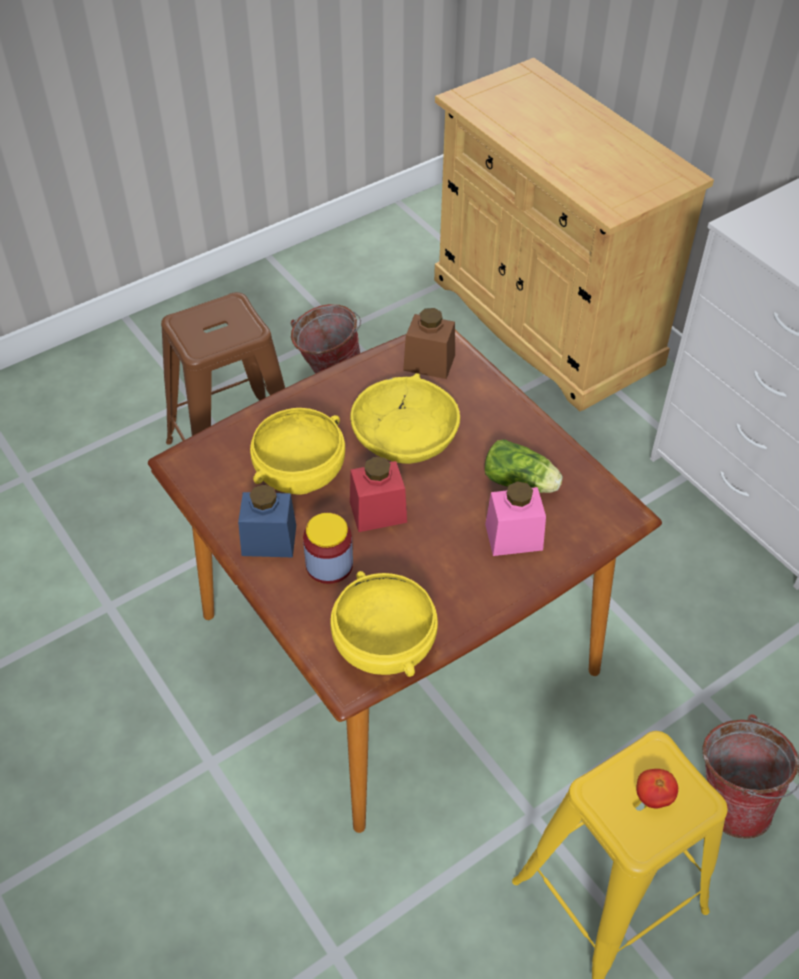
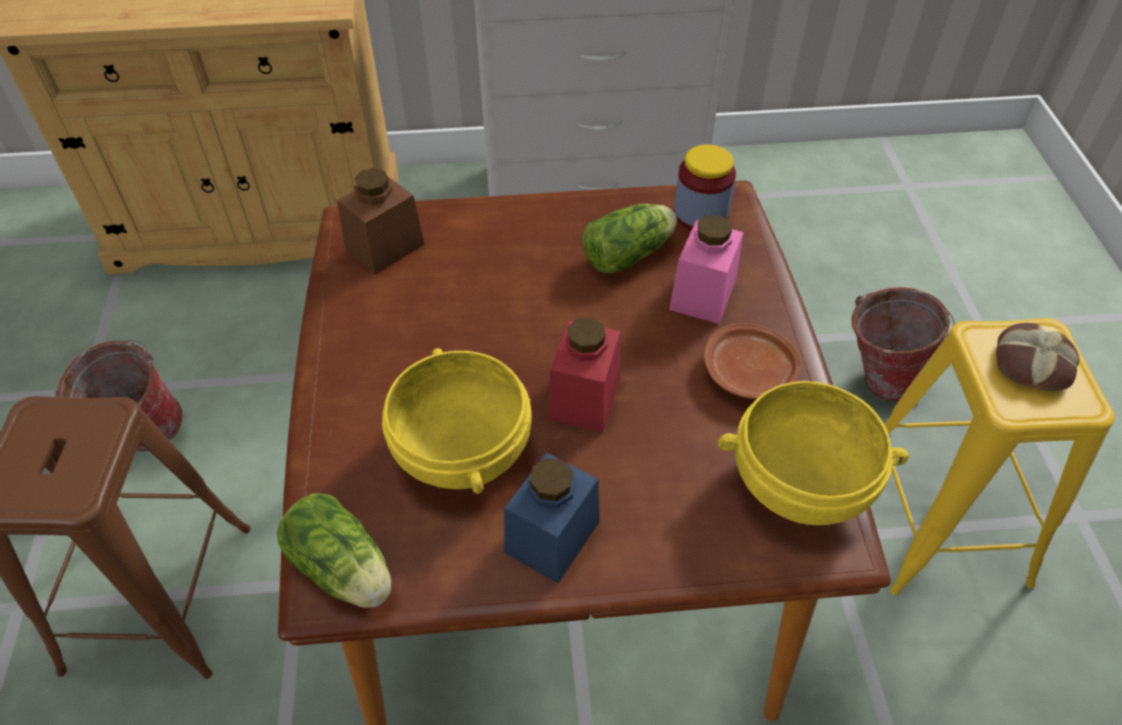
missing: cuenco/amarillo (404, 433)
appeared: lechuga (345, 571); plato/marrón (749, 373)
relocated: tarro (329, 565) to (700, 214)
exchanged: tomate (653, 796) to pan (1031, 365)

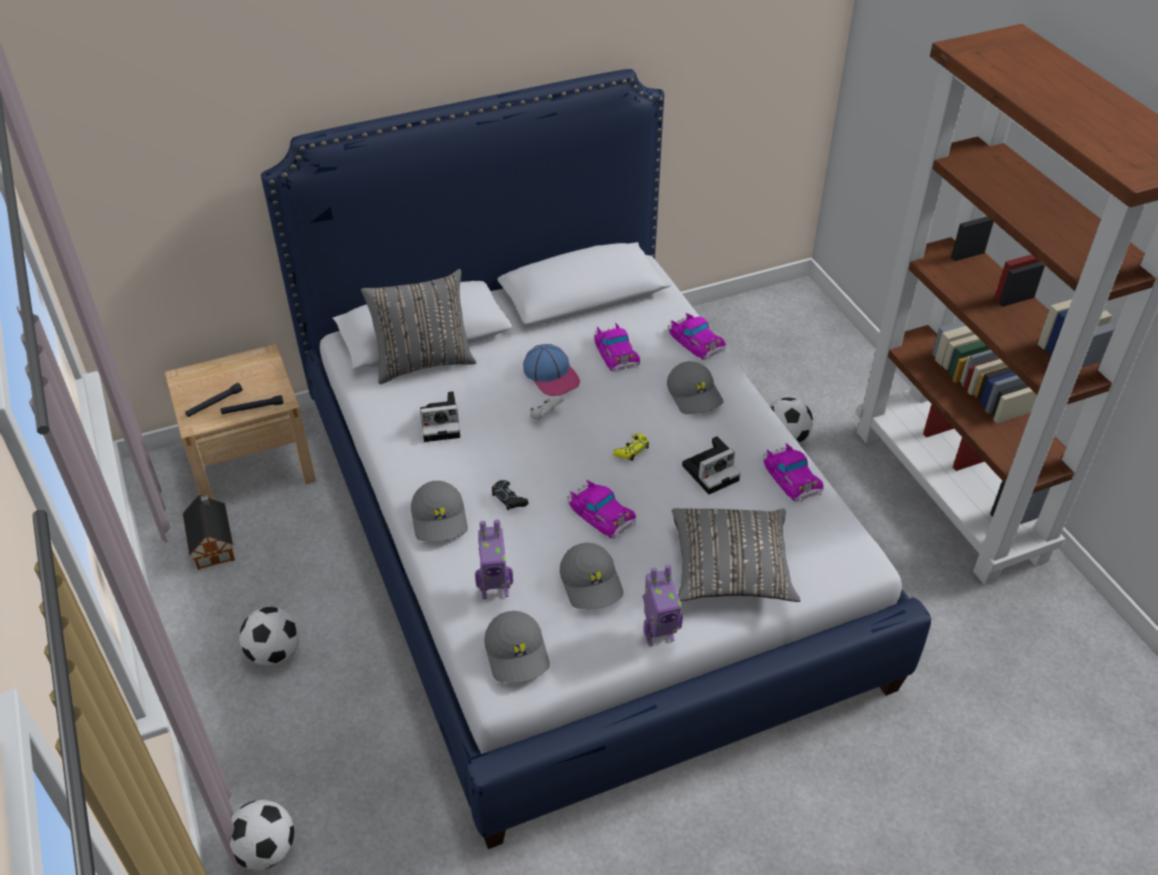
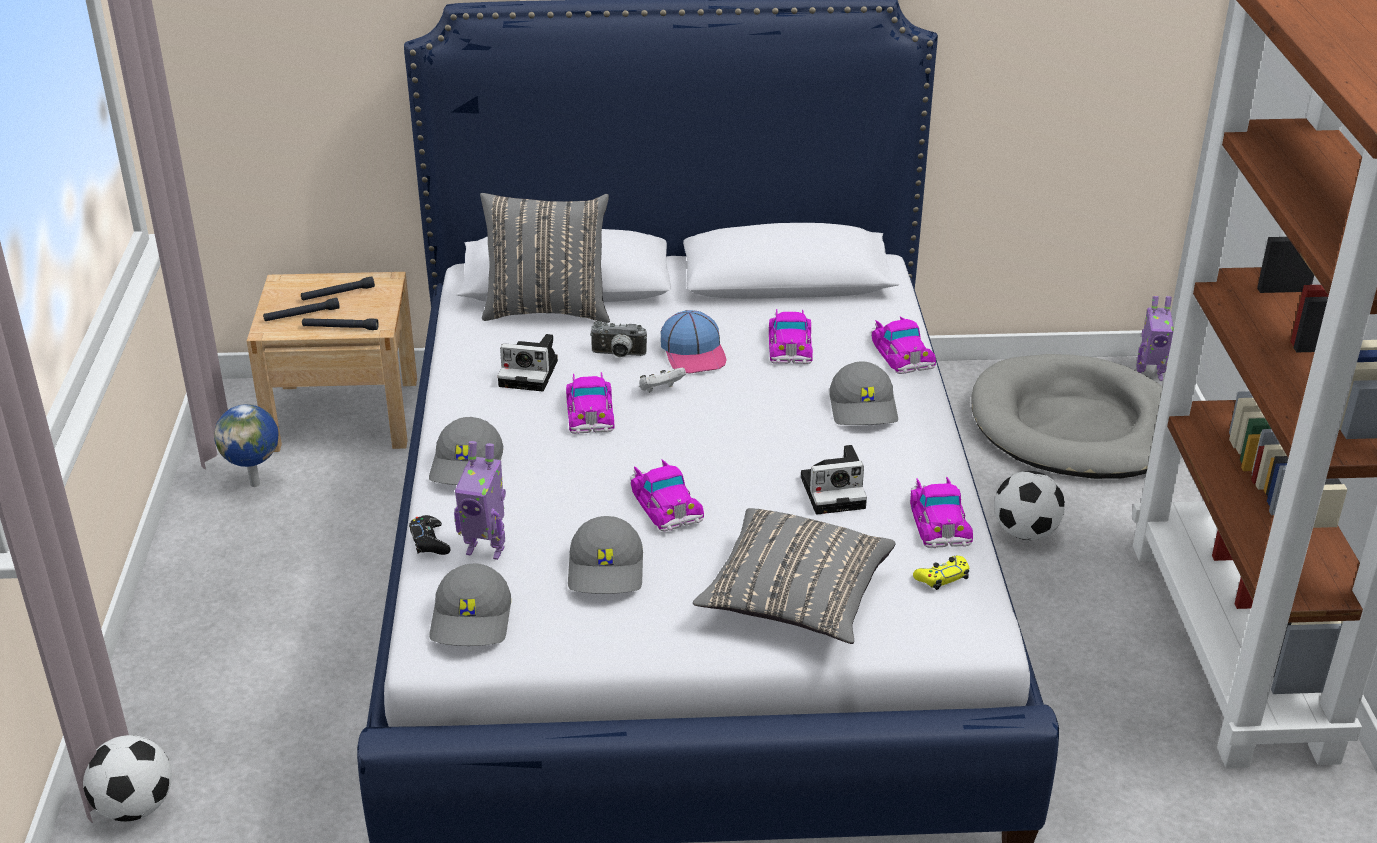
missing: balón de fútbol (274, 652)
appeared: linterna/negro (338, 294); coche de juguete (590, 410); cámara (618, 355); cama para perro/gris (1077, 426)
relocated: mando de consola/negro (509, 498) to (429, 541); mando de consola/amarillo (631, 450) to (942, 577); robot de juguete (658, 635) to (1149, 375)
exchanged: casita (213, 543) to globo terráqueo (256, 483)

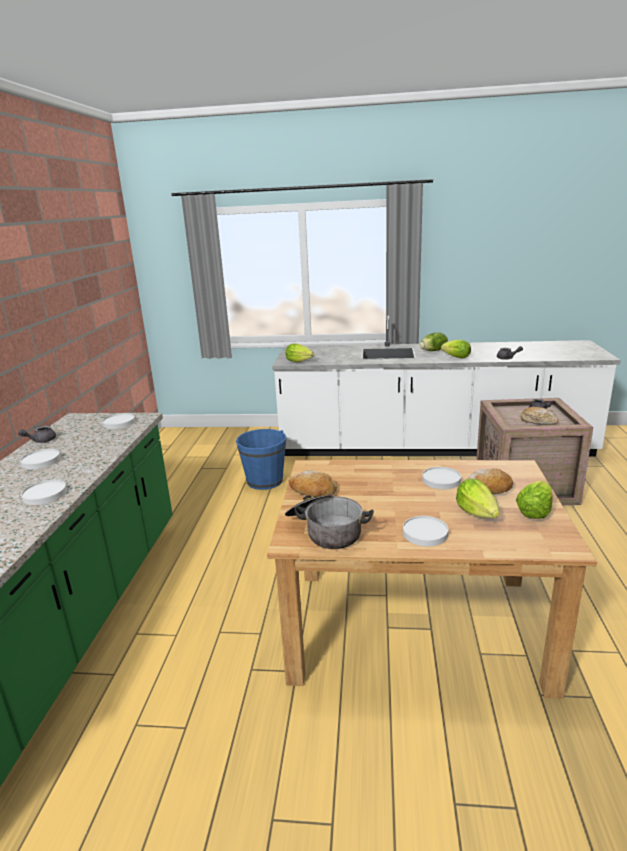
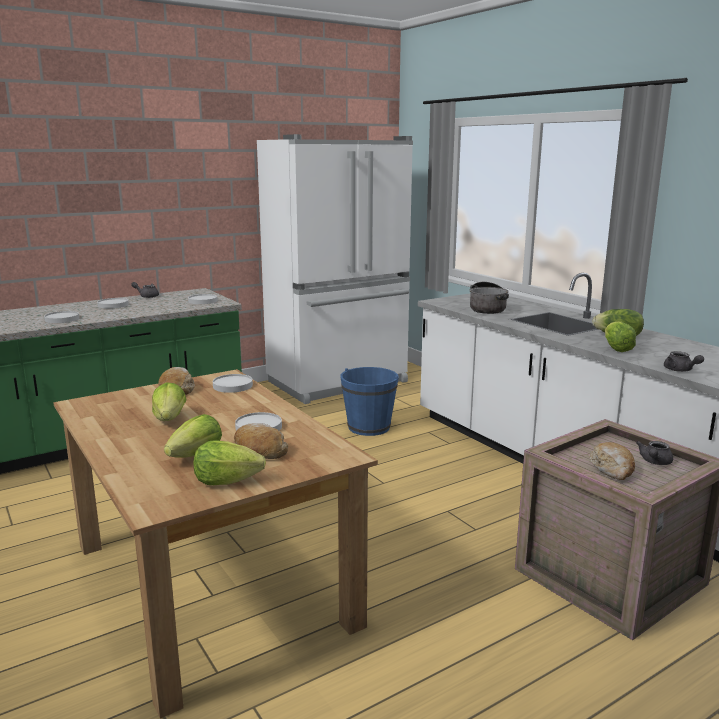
appeared: nevera/blanco (339, 382)
relocated: olla (326, 531) to (488, 308); lechuga (298, 361) to (170, 419); plato/blanco (425, 533) to (233, 386)

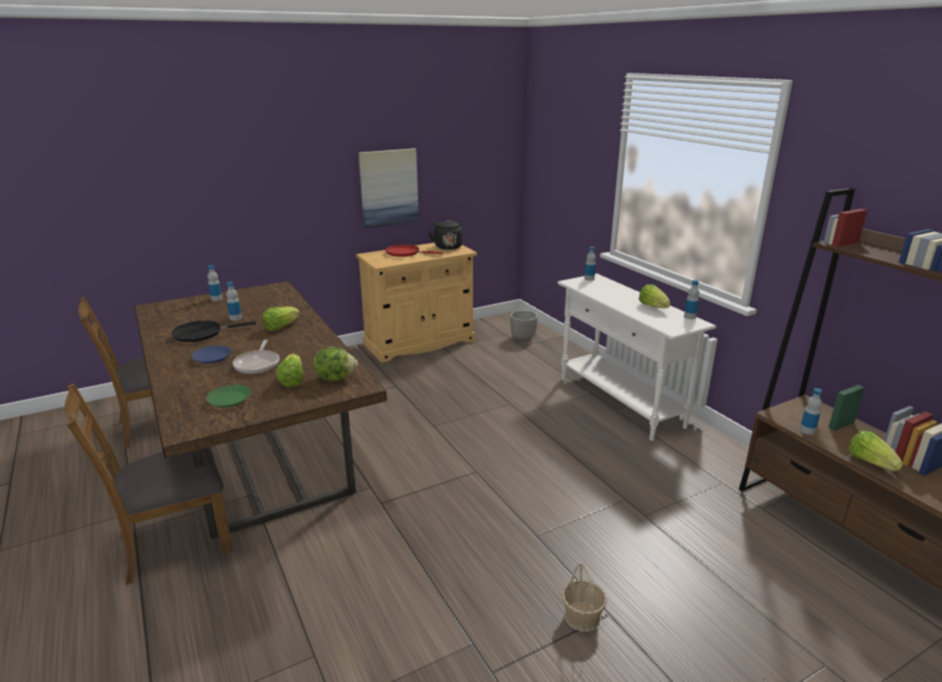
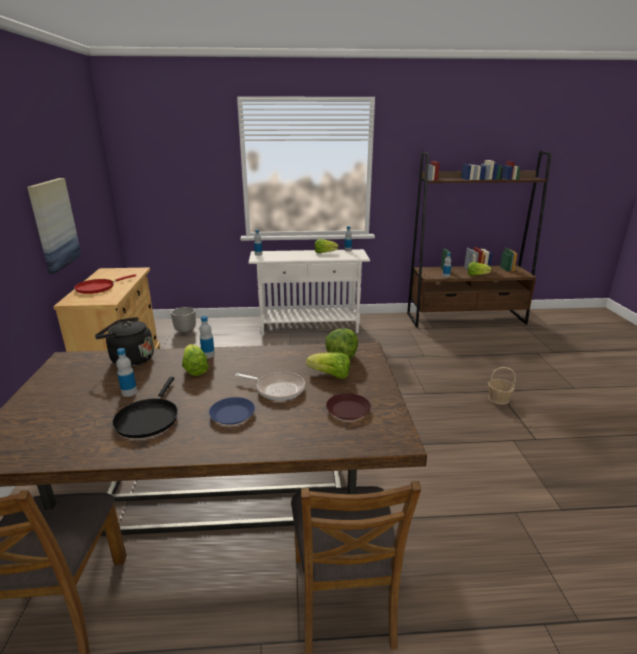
relocated: botella (216, 299) to (208, 355); hervidor/negro (447, 246) to (129, 359)
colour: plato/verde (230, 399) to plato/marrón (347, 410)

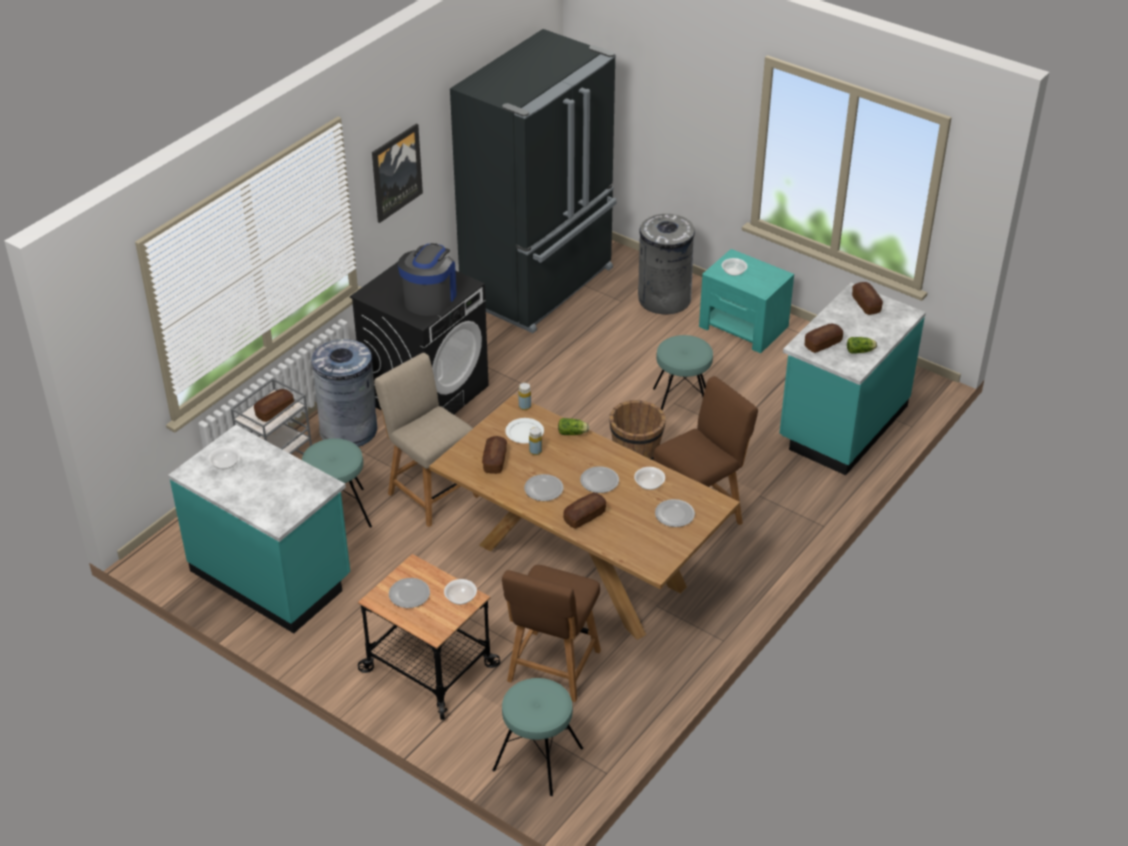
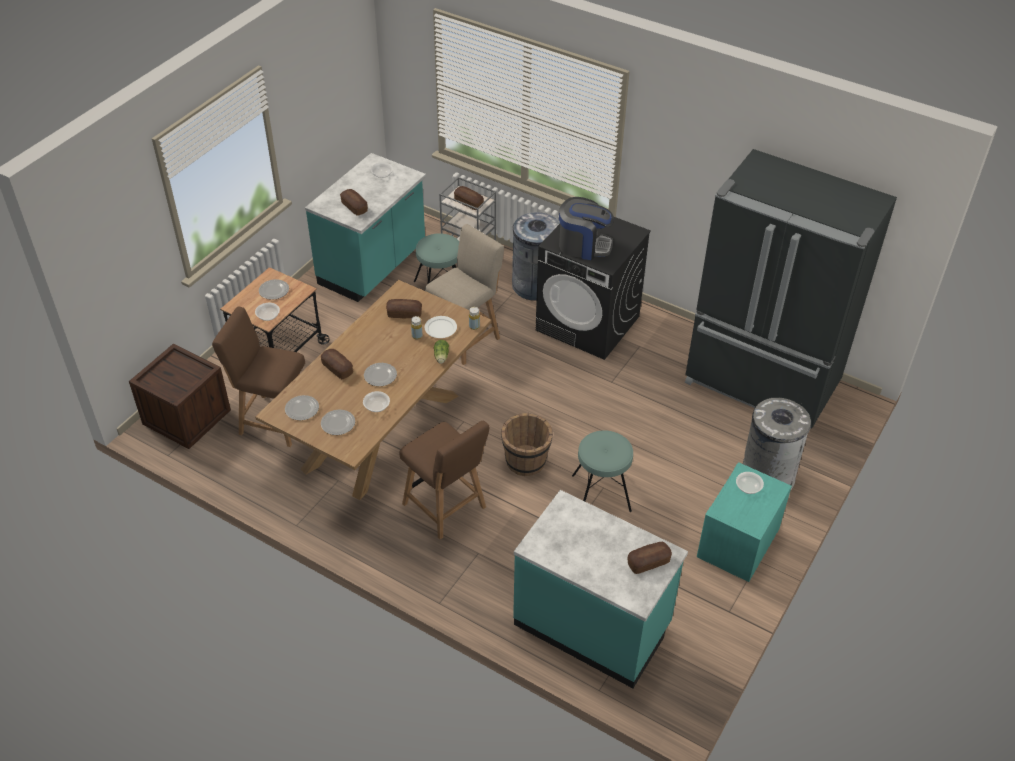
missing: cuadro (396, 172); lechuga (861, 351)
relocated: plato (543, 489) to (301, 408); pan (822, 344) to (354, 207)
exchanged: taburete/turquesa (538, 759) to caja de embalaje (187, 417)

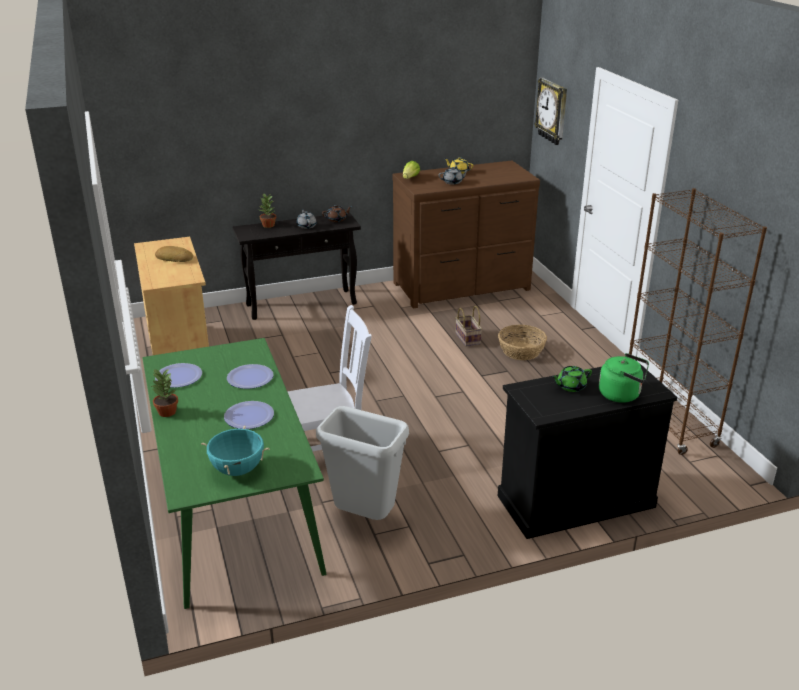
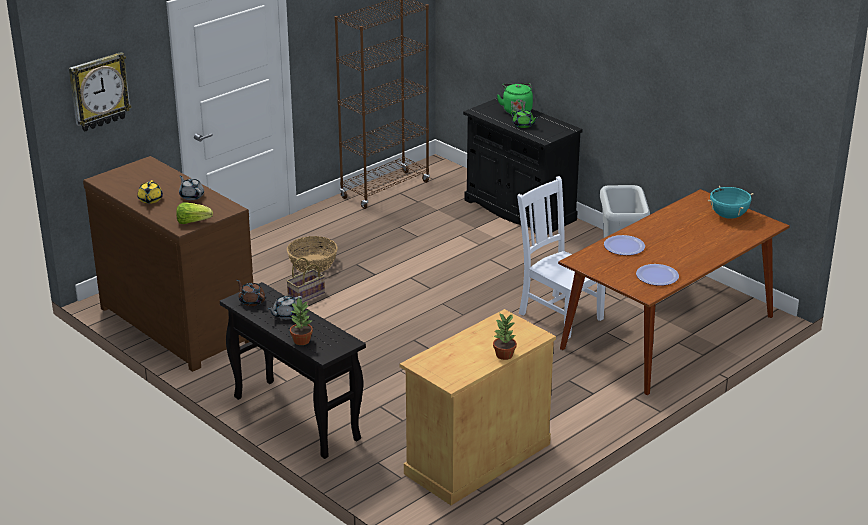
missing: pan (174, 258); plato (249, 416)
relocated: planta en maceta (166, 412) to (504, 355)
colour: mesa de comedor/verde (234, 509) to mesa de comedor/marrón (668, 333)

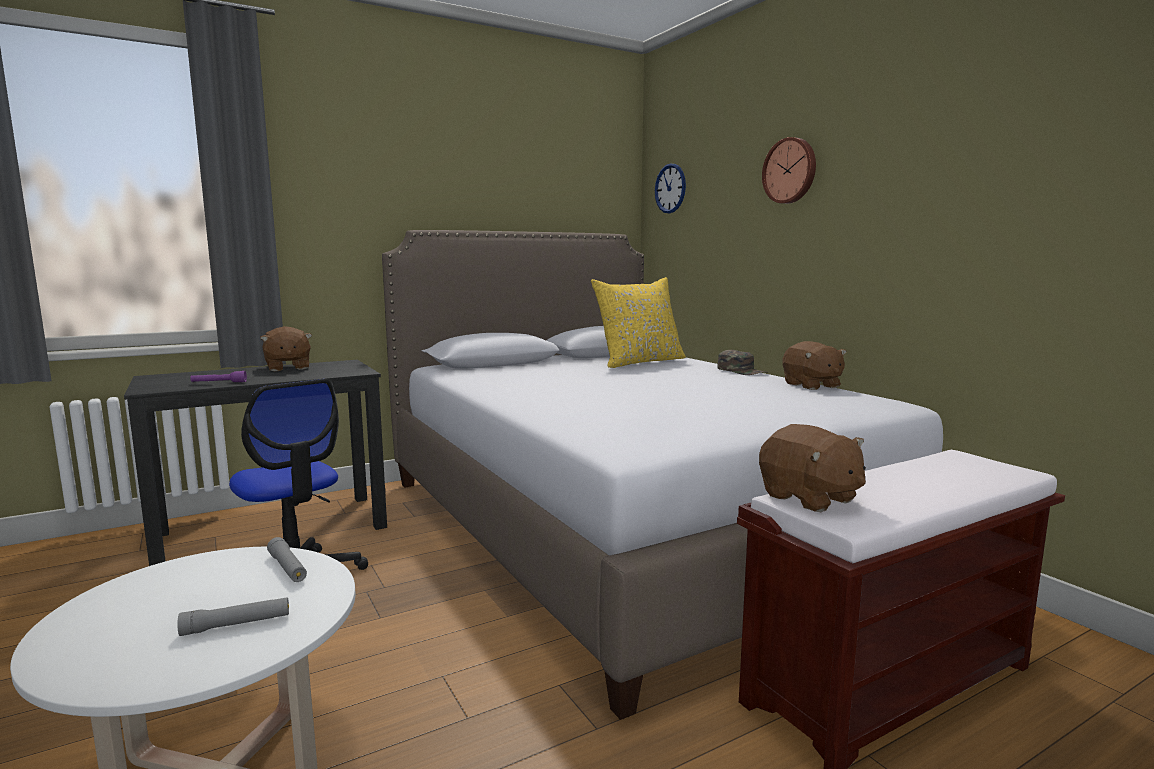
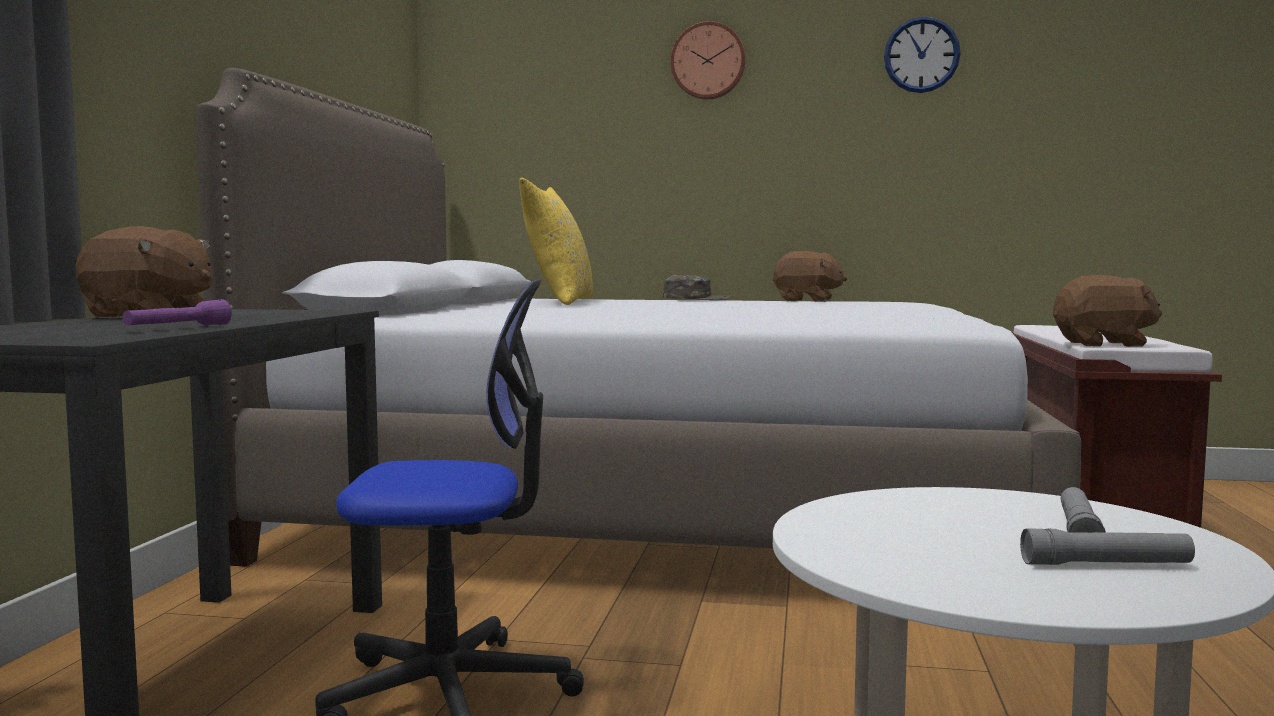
relocated: linterna/gris (287, 568) to (1106, 564); reloj de pared (670, 188) to (921, 55)

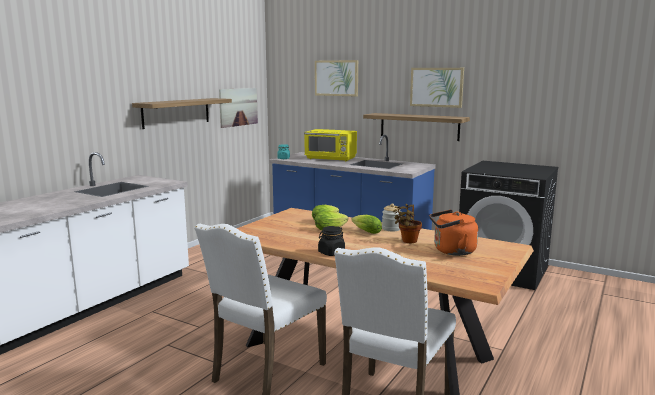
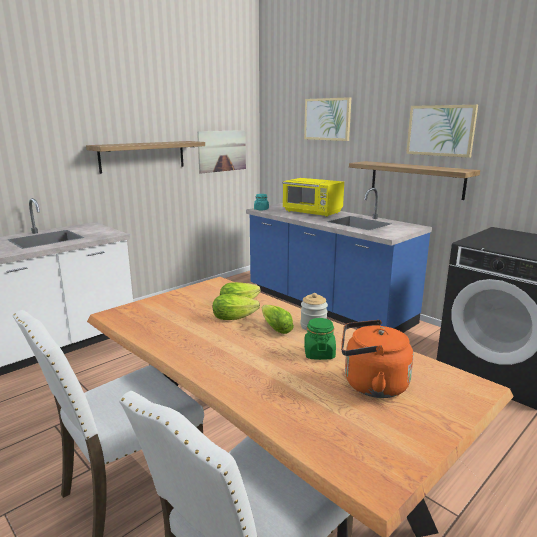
missing: tarro/negro (331, 253)
exchanged: planta en maceta (407, 241) to tarro/verde (319, 354)

